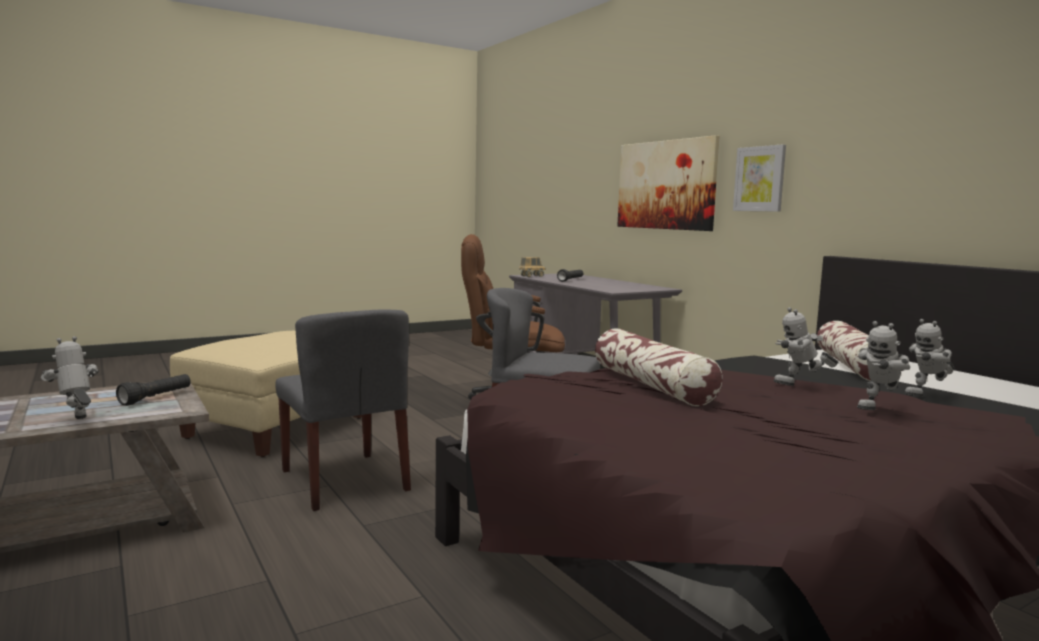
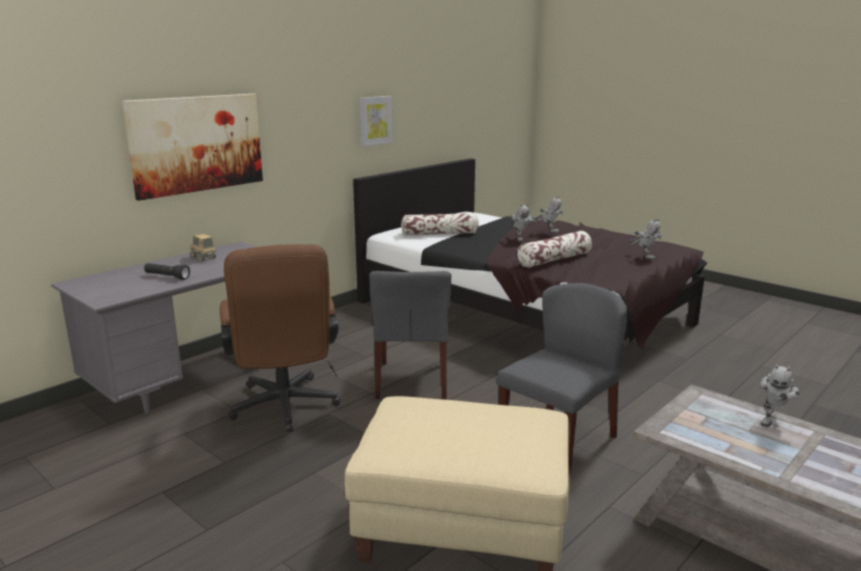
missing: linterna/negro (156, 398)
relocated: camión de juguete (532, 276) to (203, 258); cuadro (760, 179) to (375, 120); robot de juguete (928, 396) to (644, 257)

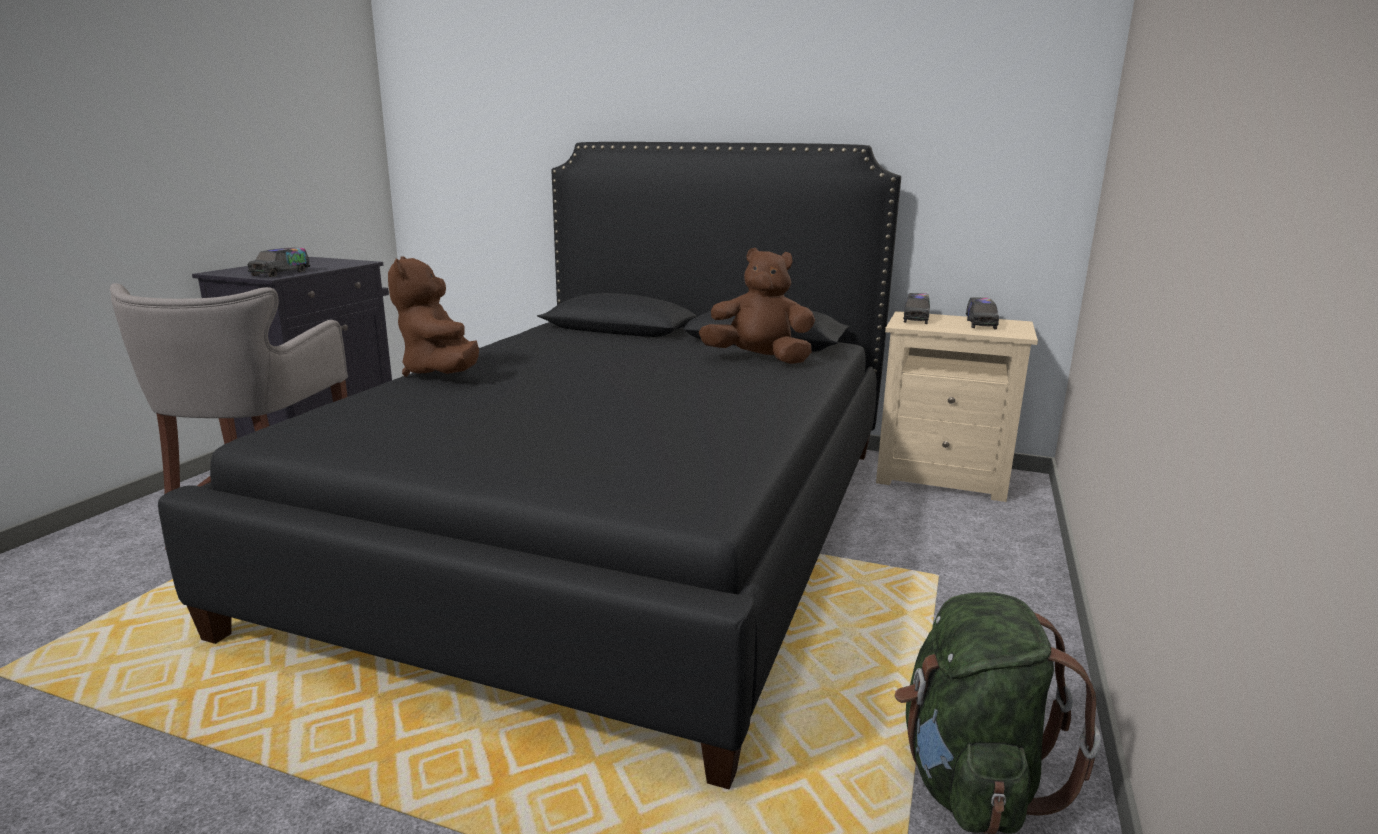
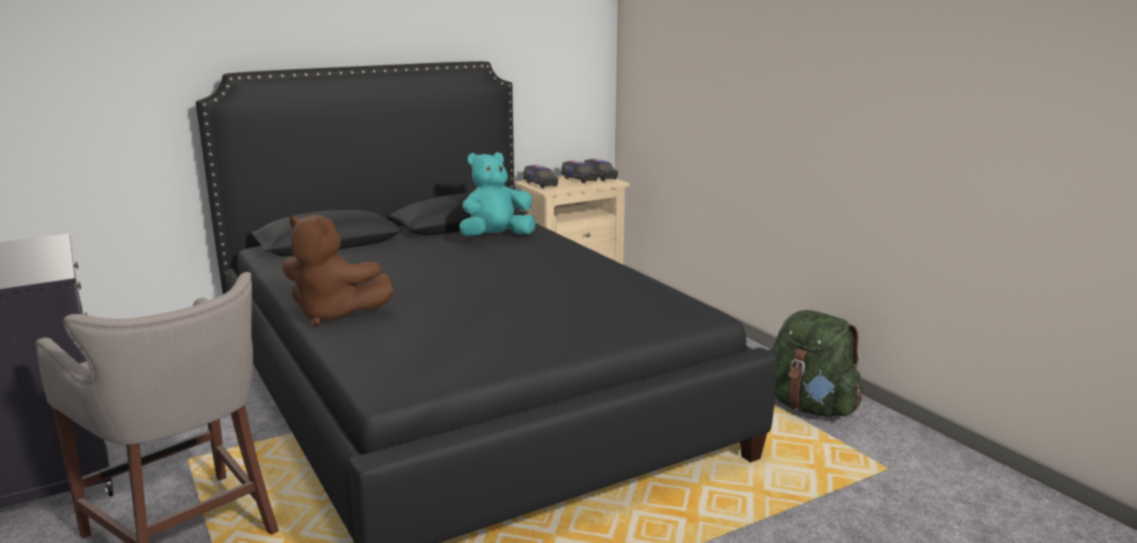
relocated: camión de juguete (280, 273) to (600, 177)
colour: peluche/marrón (759, 359) to peluche/turquesa (496, 237)

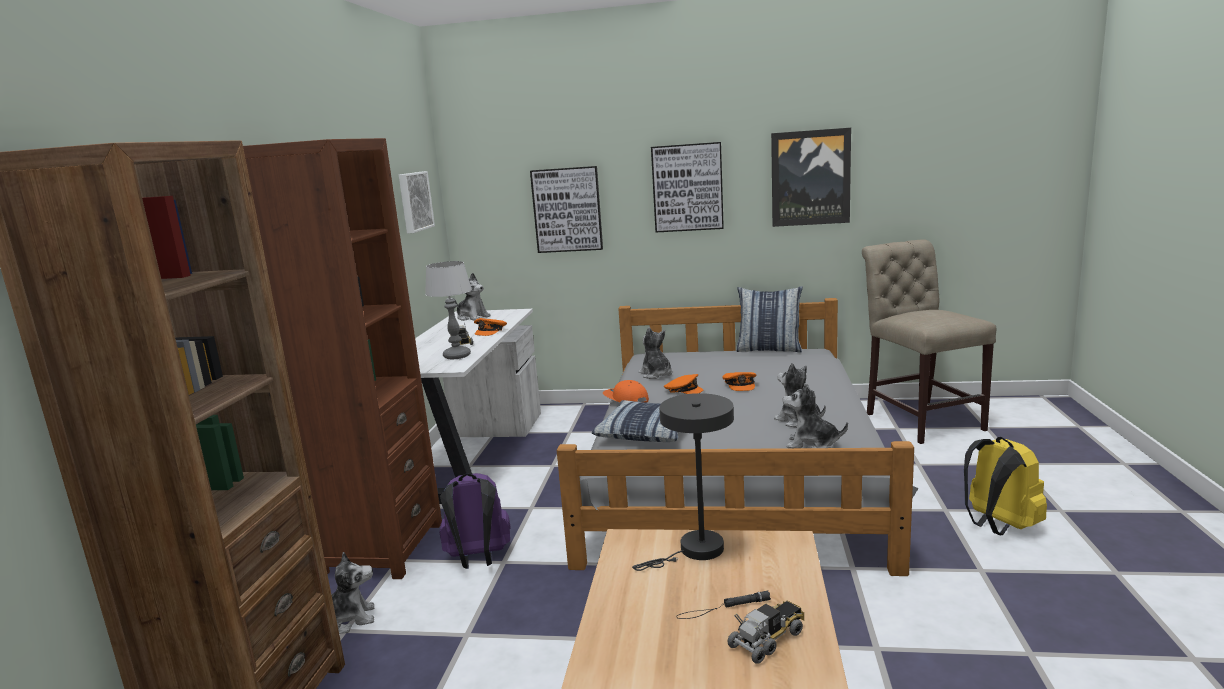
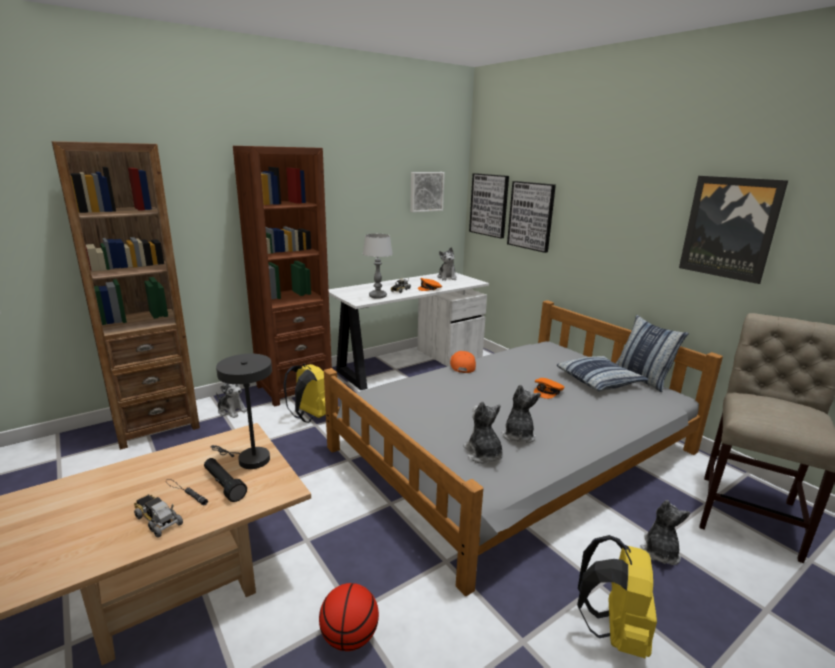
missing: gorra/naranja (683, 390)
appeared: linterna/negro (224, 485); balón de baloncesto (350, 637)
relocated: cojín (647, 431) to (599, 380); peluche (656, 374) to (659, 552); cuadro (687, 187) to (489, 205)
colour: mochila/morado (478, 559) to mochila/amarillo (310, 417)
spun: camión de juguete (768, 639) = (157, 520) 150 degrees counterclockwise

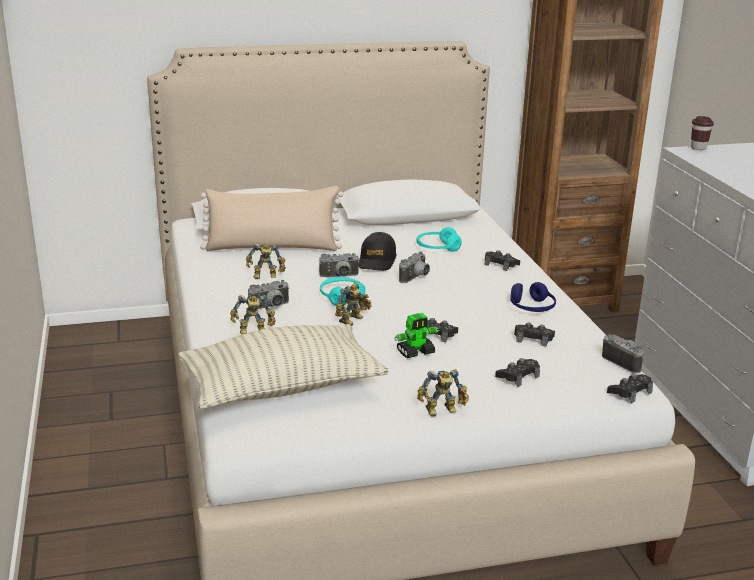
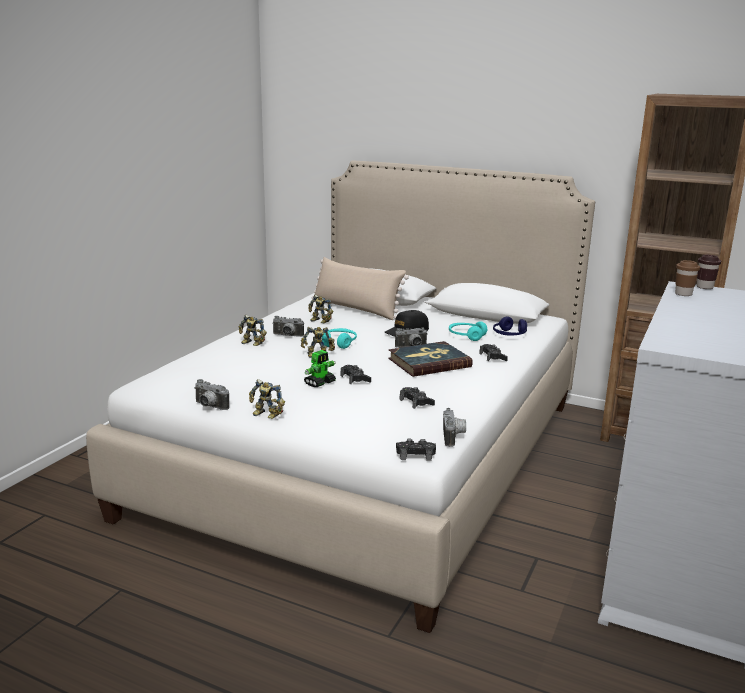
missing: cojín (282, 387); mando de consola/negro (518, 376)
appeared: libro (429, 362); taza/marrón (683, 294)
relocated: cámara (339, 277) to (209, 406); auriculares/azul (531, 307) to (509, 335)
spun: robot de juguete (416, 352) = (320, 383) 60 degrees counterclockwise

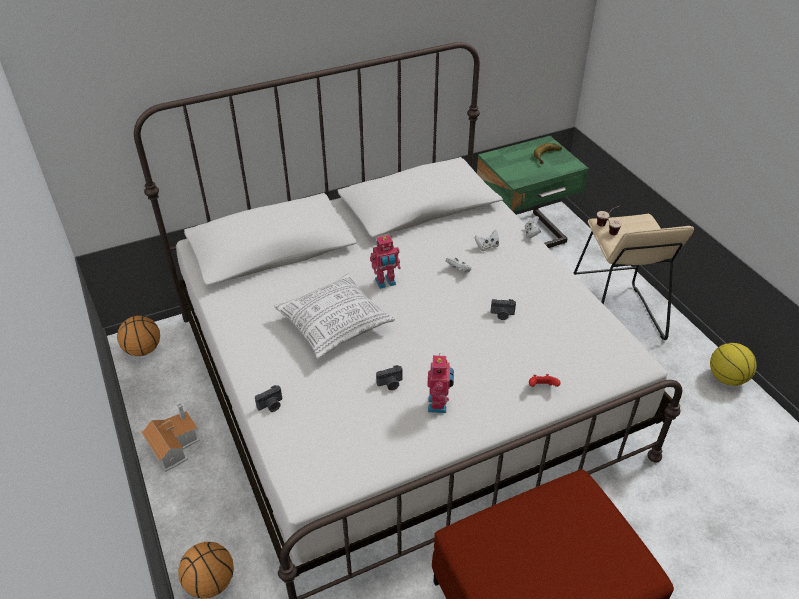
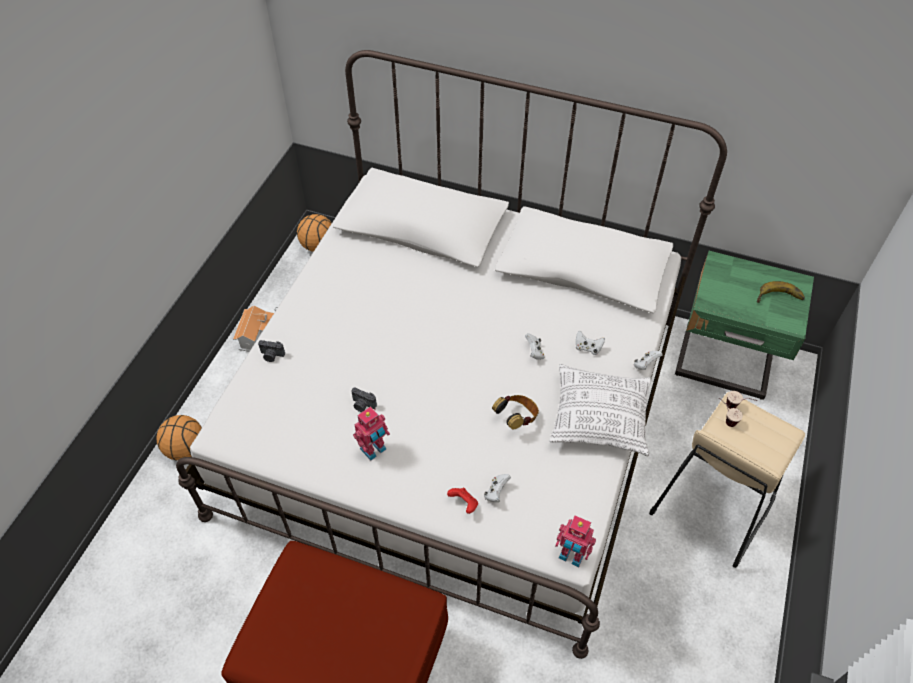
missing: balón de baloncesto (726, 378)
appeared: mando de consola/blanco (496, 492)
relocated: cojín (335, 325) to (599, 418); robot de juguete (385, 283) to (571, 556)
exchanged: cámara (502, 315) to auriculares (516, 418)

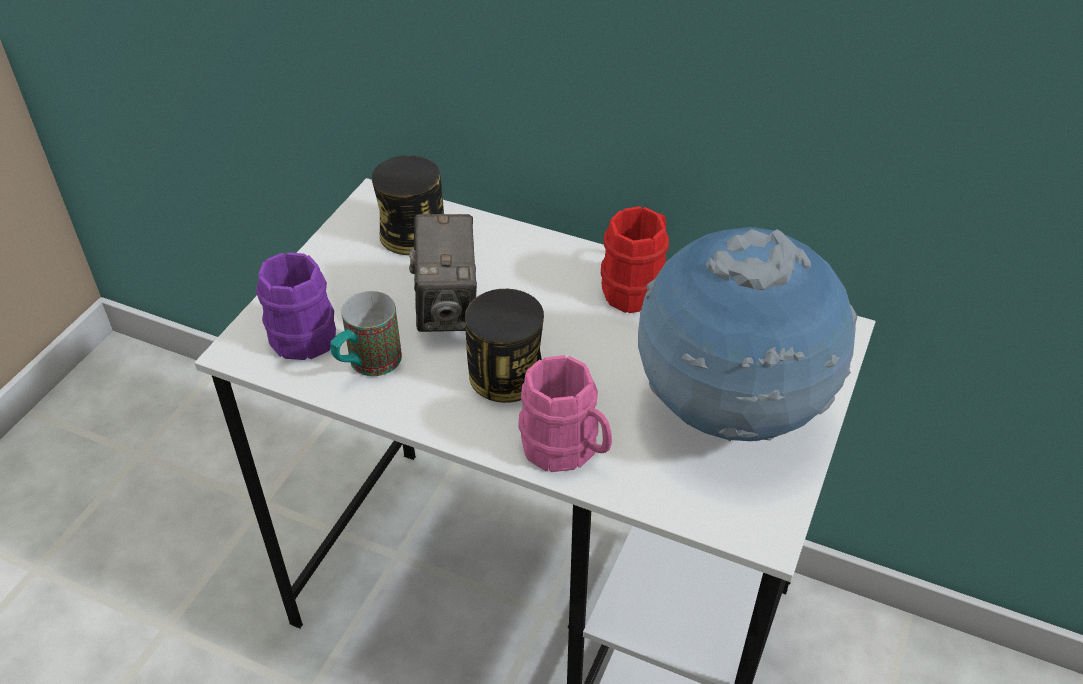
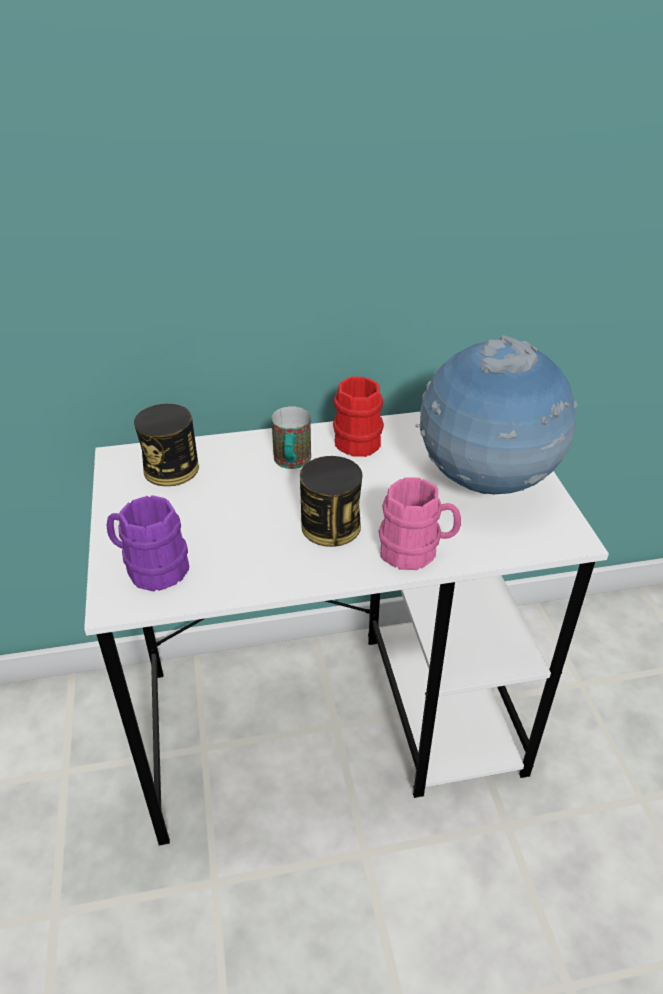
missing: cámara (447, 308)
relocated: taza grande (367, 365) to (291, 463)

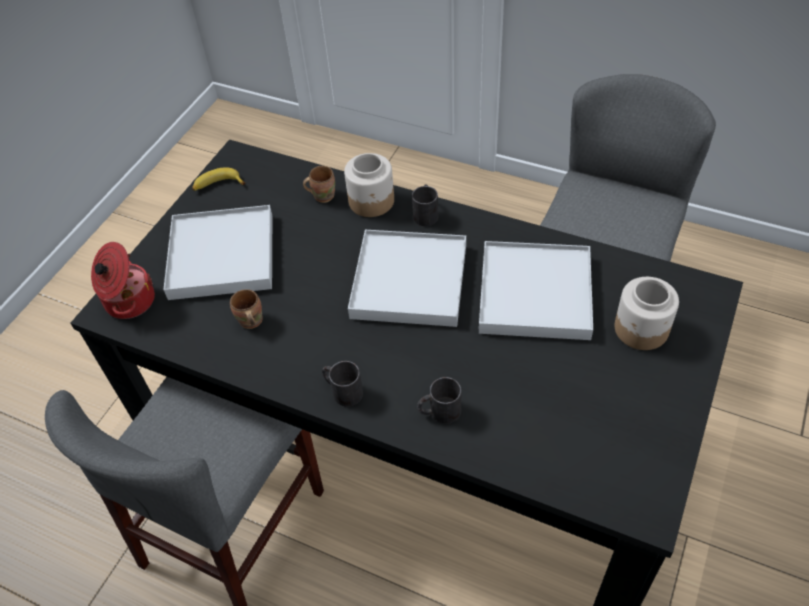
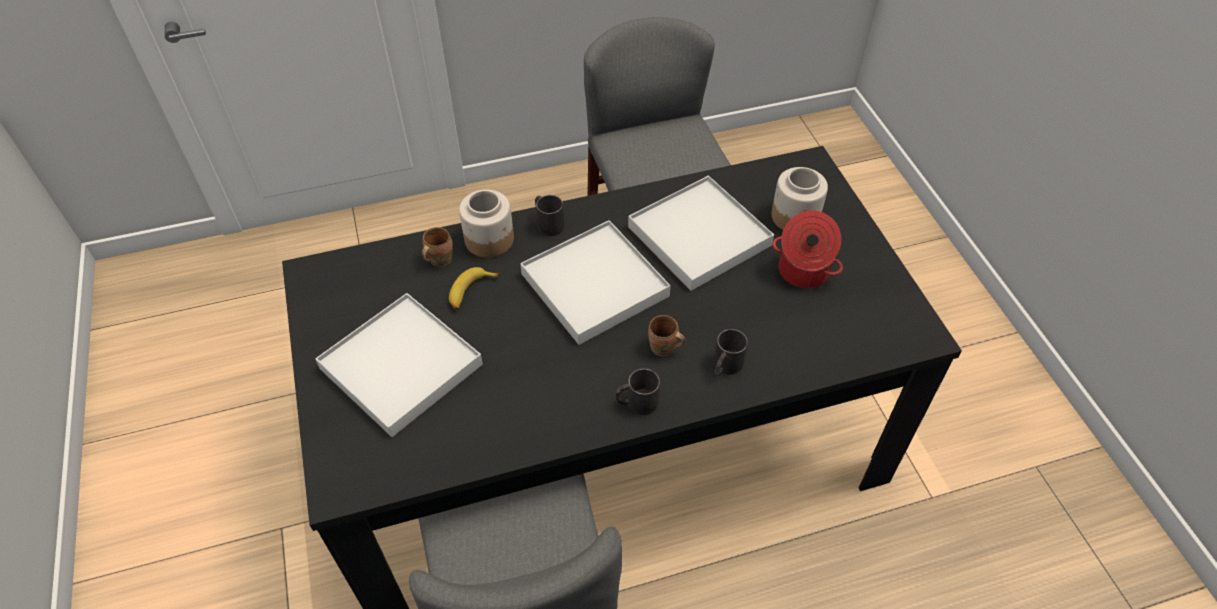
relocated: olla (128, 301) to (802, 272); plátano (218, 185) to (470, 292); taza grande/marrón (250, 322) to (663, 349)

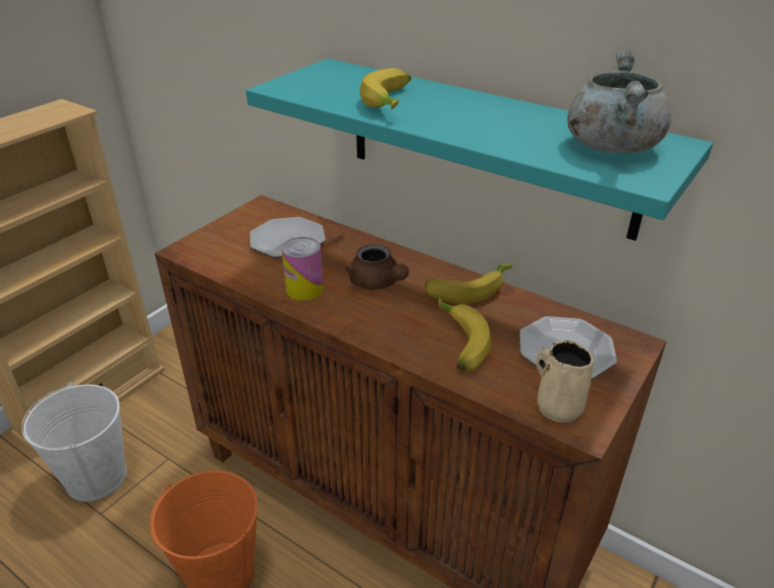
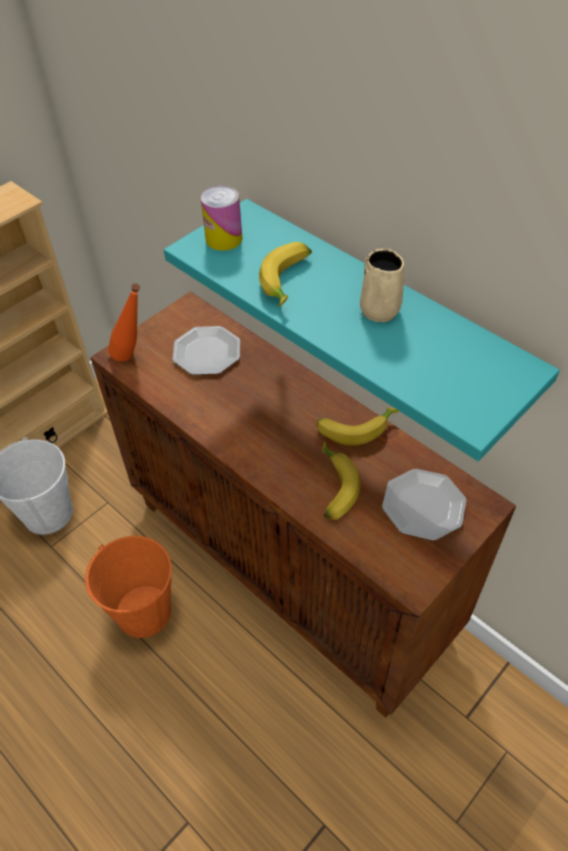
missing: tetera/marrón (377, 283); olla/gris (610, 146)
appeared: botella/naranja (134, 358)
relocated: lata (304, 289) to (224, 239); taza grande/beis (557, 406) to (378, 308)

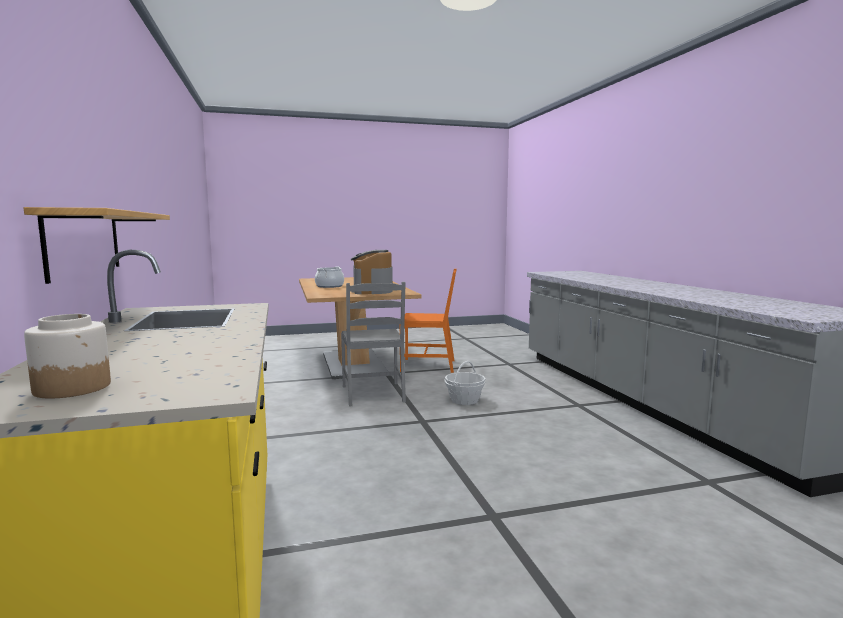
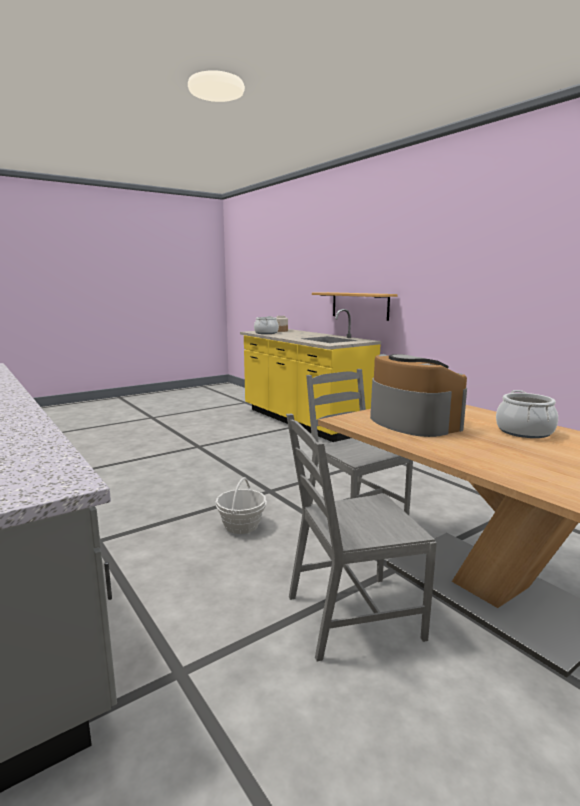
appeared: olla (266, 333)
colour: silla/naranja (428, 365) to silla/gris (352, 616)

